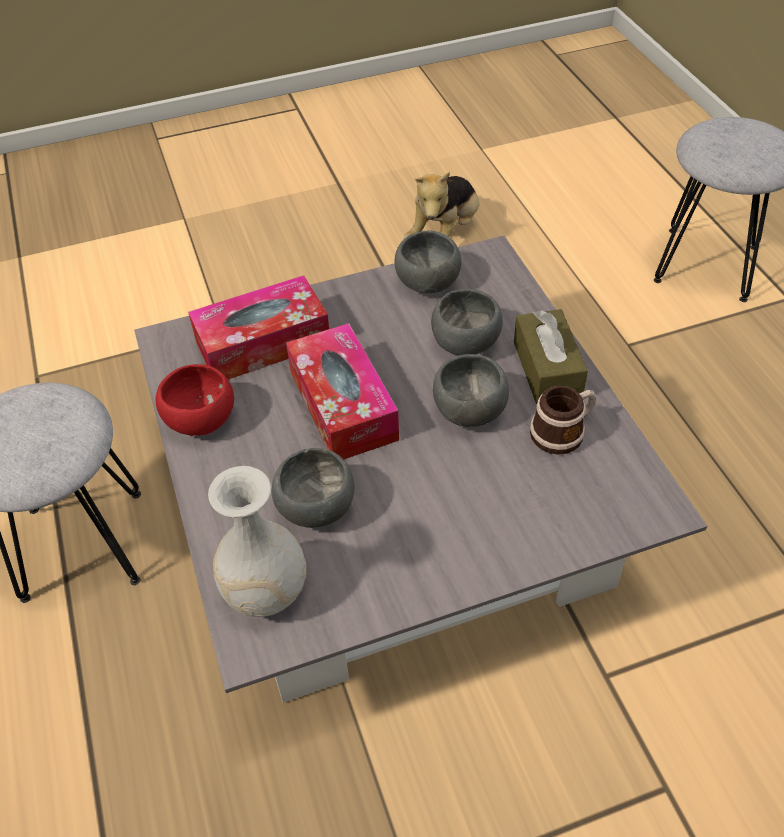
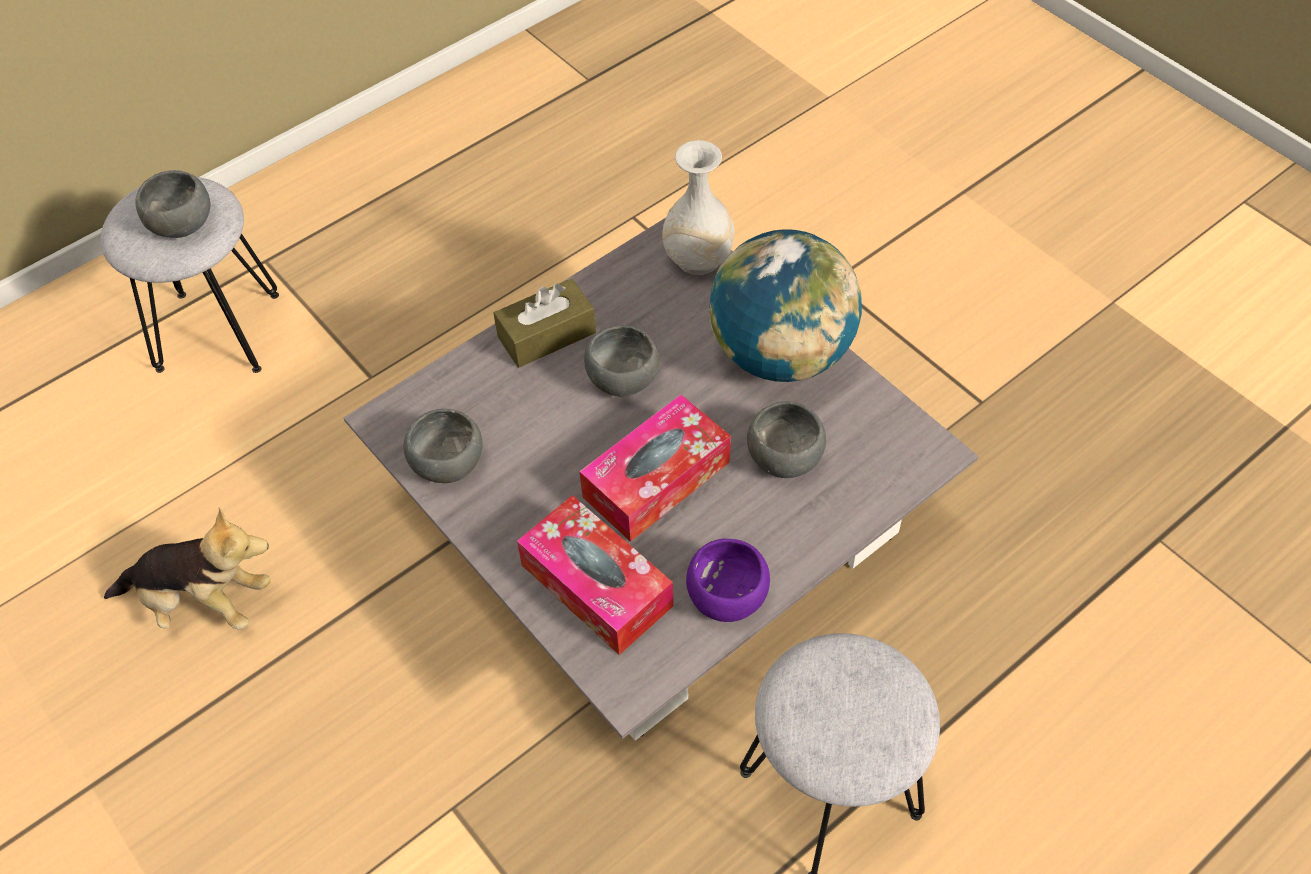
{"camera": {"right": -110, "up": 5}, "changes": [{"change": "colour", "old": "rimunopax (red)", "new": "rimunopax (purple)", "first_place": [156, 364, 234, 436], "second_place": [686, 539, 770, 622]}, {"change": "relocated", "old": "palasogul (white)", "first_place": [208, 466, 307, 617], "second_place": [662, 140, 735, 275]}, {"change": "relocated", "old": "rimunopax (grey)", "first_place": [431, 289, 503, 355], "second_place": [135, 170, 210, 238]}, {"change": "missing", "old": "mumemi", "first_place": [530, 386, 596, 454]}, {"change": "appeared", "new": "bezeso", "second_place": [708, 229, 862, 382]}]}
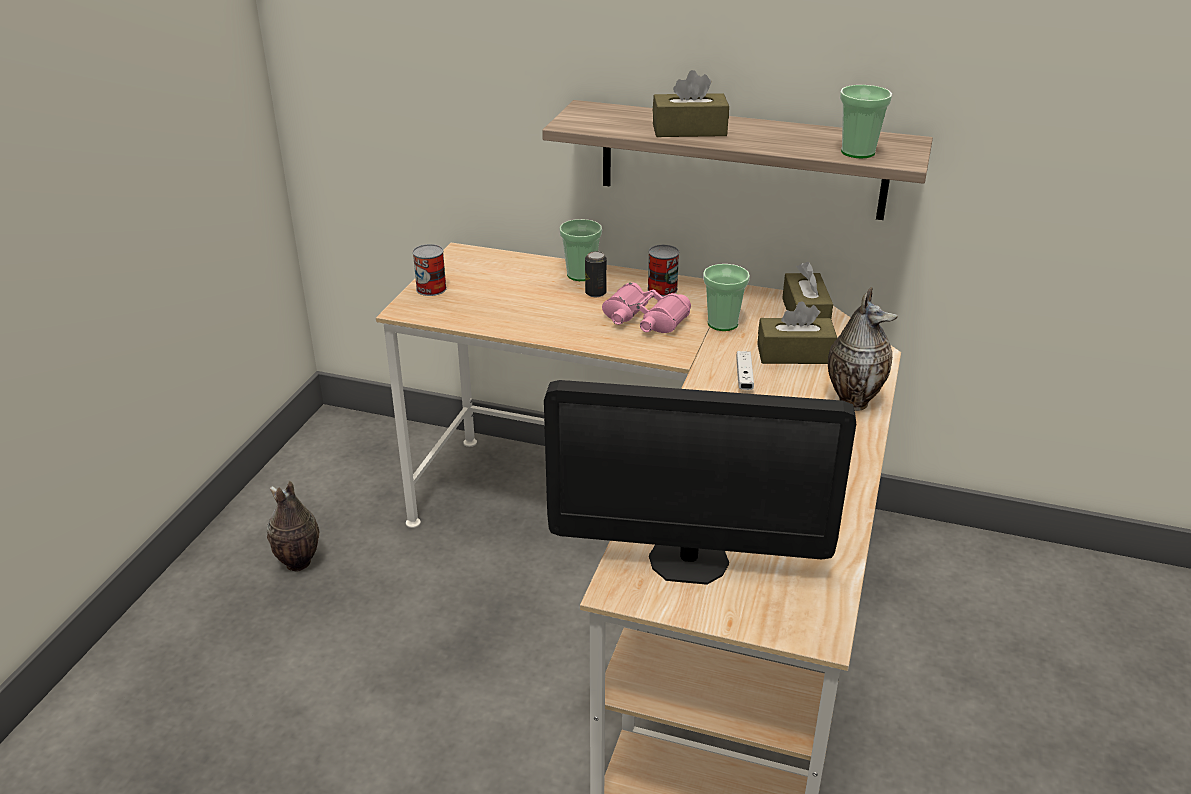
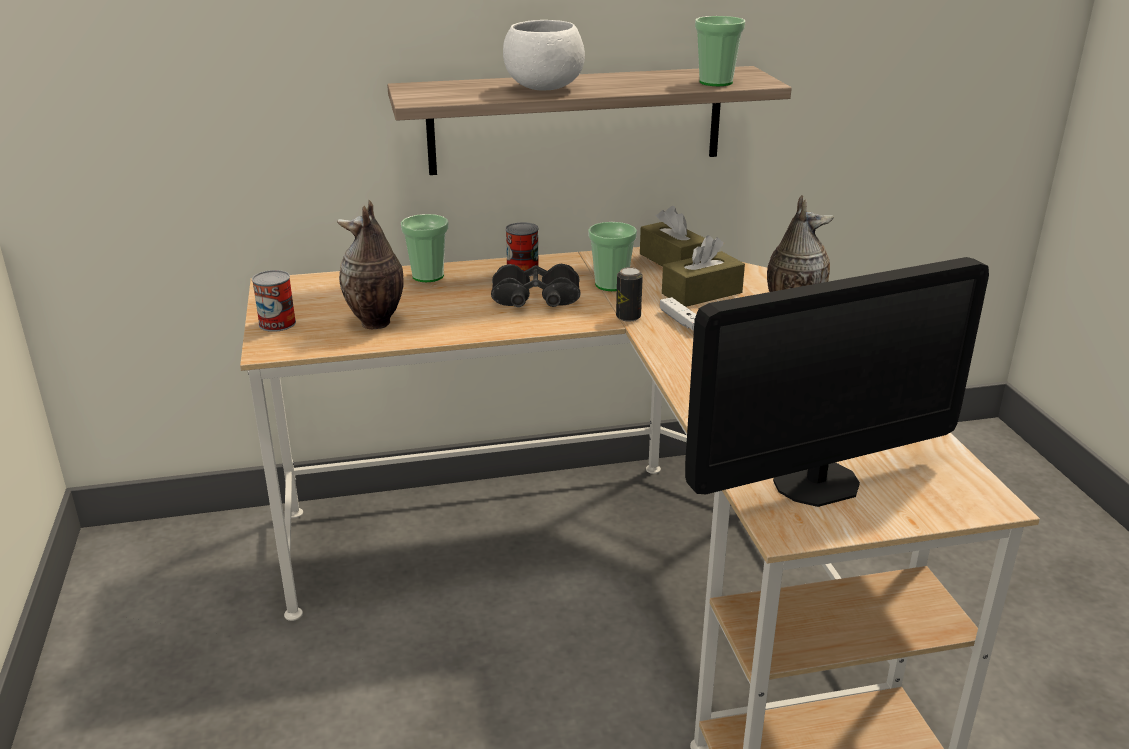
{"camera": {"right": -30, "up": -5}, "changes": [{"change": "relocated", "old": "palasogul", "first_place": [267, 481, 319, 572], "second_place": [337, 200, 404, 329]}, {"change": "relocated", "old": "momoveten", "first_place": [585, 251, 607, 297], "second_place": [616, 267, 643, 322]}, {"change": "colour", "old": "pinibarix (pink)", "new": "pinibarix (black)", "first_place": [602, 282, 691, 333], "second_place": [491, 264, 581, 307]}, {"change": "exchanged", "old": "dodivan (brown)", "new": "rimunopax (white)", "first_place": [653, 70, 729, 137], "second_place": [503, 20, 585, 91]}]}
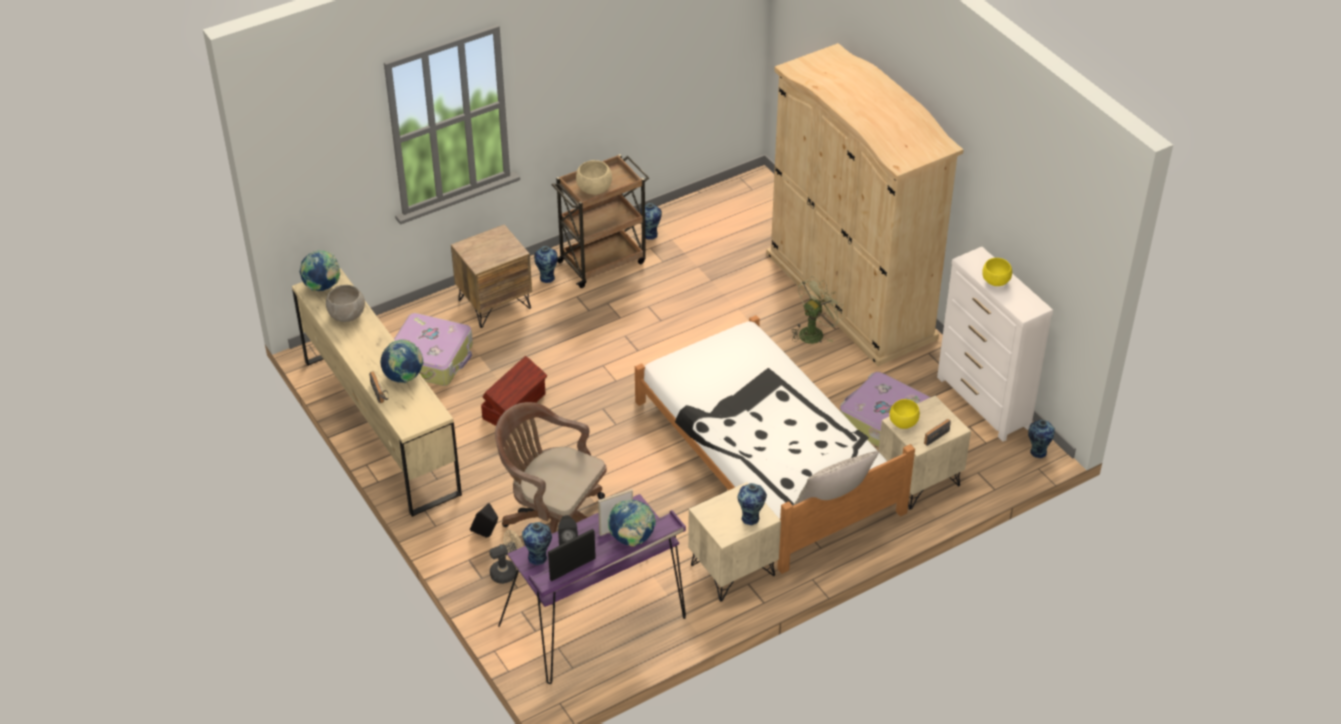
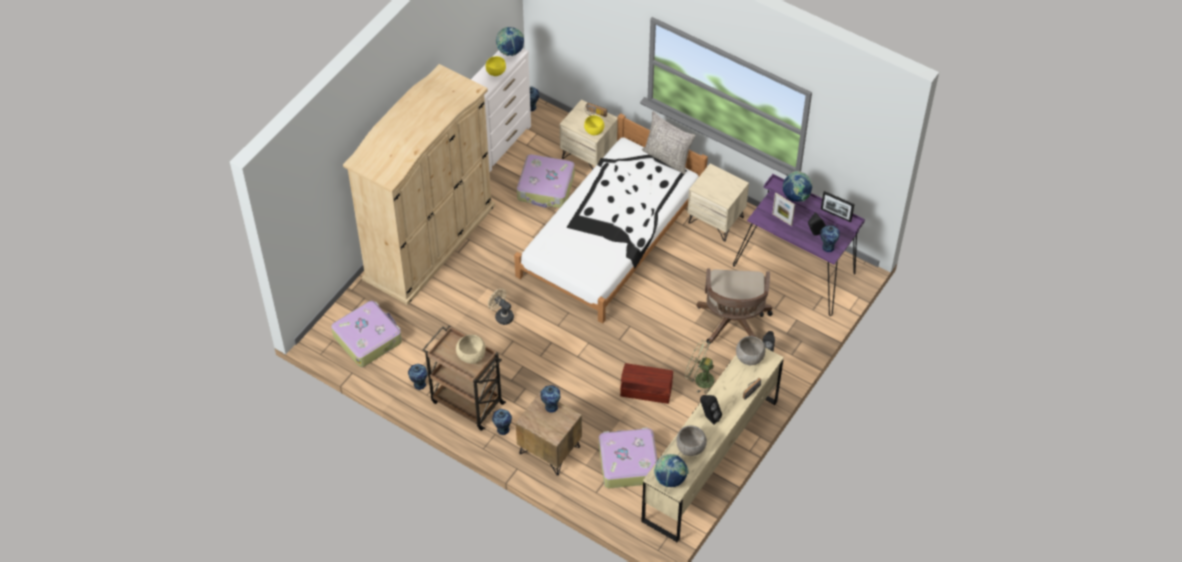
{"camera": {"right": -115, "up": 10}, "changes": [{"change": "relocated", "old": "bezeso", "first_place": [380, 339, 423, 384], "second_place": [496, 27, 524, 56]}, {"change": "relocated", "old": "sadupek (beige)", "first_place": [489, 530, 523, 584], "second_place": [488, 288, 514, 325]}, {"change": "relocated", "old": "palasogul", "first_place": [738, 483, 767, 525], "second_place": [540, 385, 560, 413]}, {"change": "relocated", "old": "sadupek (green)", "first_place": [792, 276, 844, 344], "second_place": [685, 340, 715, 393]}, {"change": "appeared", "new": "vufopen", "second_place": [331, 301, 402, 367]}, {"change": "appeared", "new": "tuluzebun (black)", "second_place": [700, 395, 722, 425]}, {"change": "appeared", "new": "rimunopax (grey)", "second_place": [736, 336, 766, 365]}]}
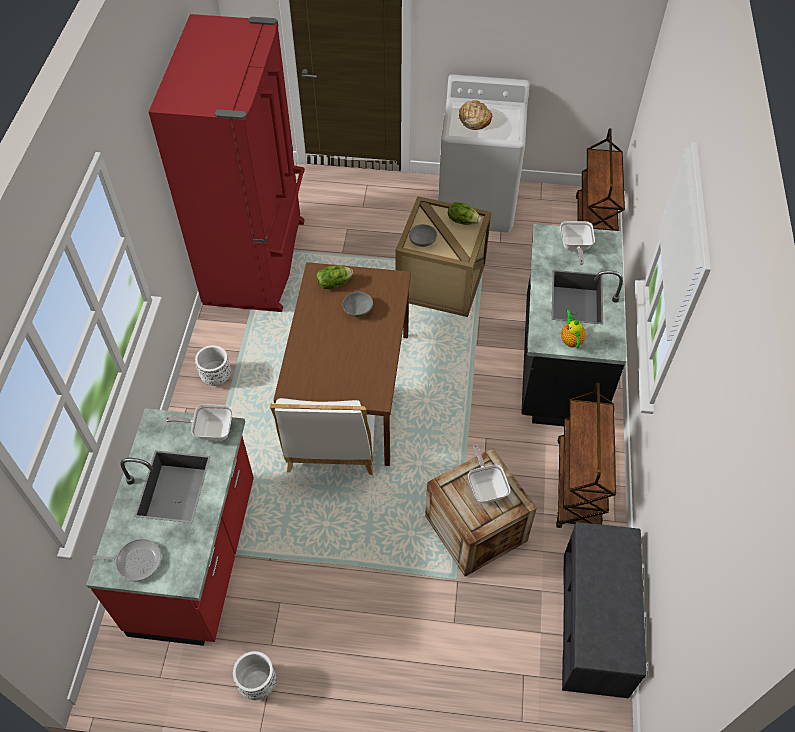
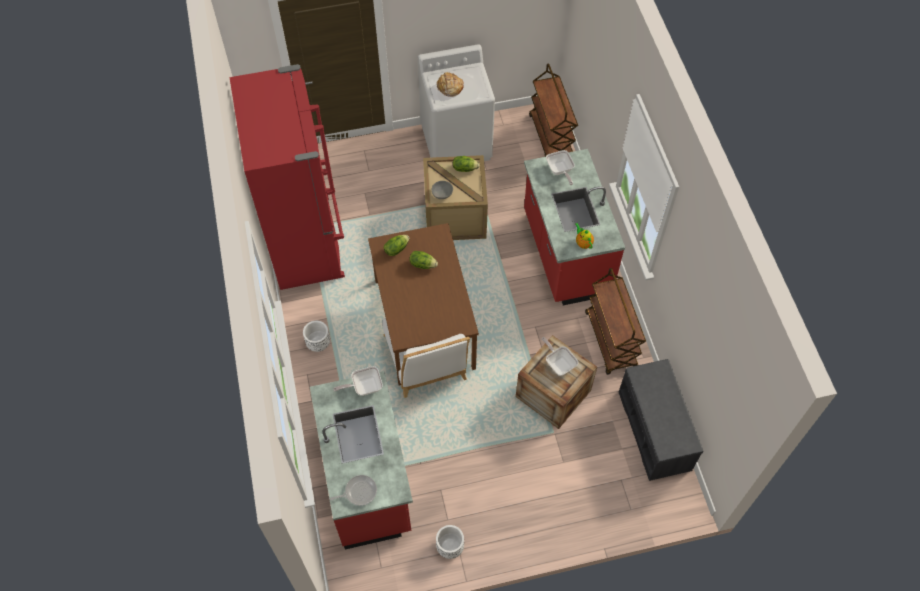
{"camera": {"right": -20, "up": 5}, "changes": [{"change": "exchanged", "old": "rimunopax (grey)", "new": "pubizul", "first_place": [343, 292, 373, 317], "second_place": [409, 251, 438, 269]}, {"change": "colour", "old": "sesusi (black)", "new": "sesusi (red)", "first_place": [521, 224, 626, 426], "second_place": [524, 149, 625, 305]}]}
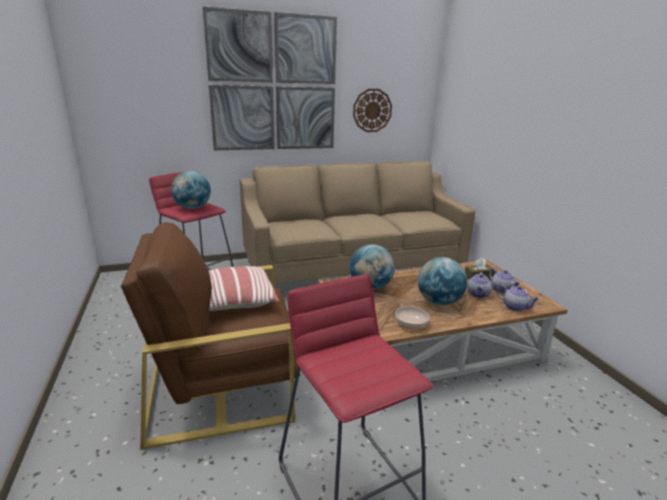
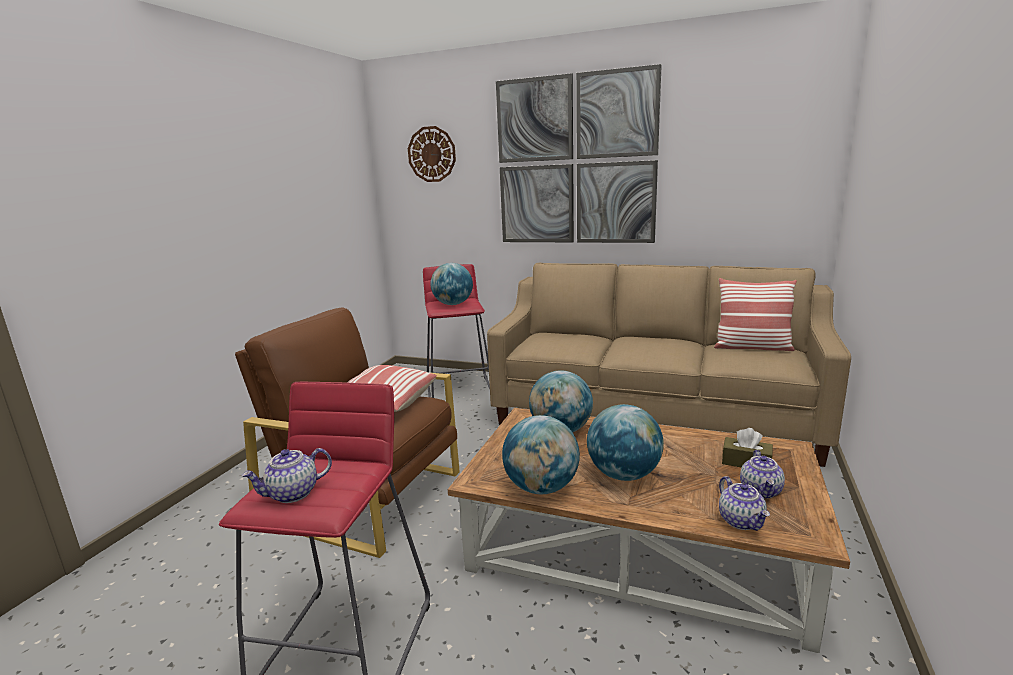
{"camera": {"right": 40, "up": -5}, "changes": [{"change": "relocated", "old": "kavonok", "first_place": [353, 89, 392, 132], "second_place": [408, 126, 456, 182]}, {"change": "exchanged", "old": "rimunopax", "new": "bezeso", "first_place": [395, 306, 430, 329], "second_place": [502, 415, 580, 495]}, {"change": "relocated", "old": "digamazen", "first_place": [467, 272, 492, 298], "second_place": [242, 448, 332, 503]}, {"change": "appeared", "new": "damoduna", "second_place": [714, 278, 797, 351]}]}
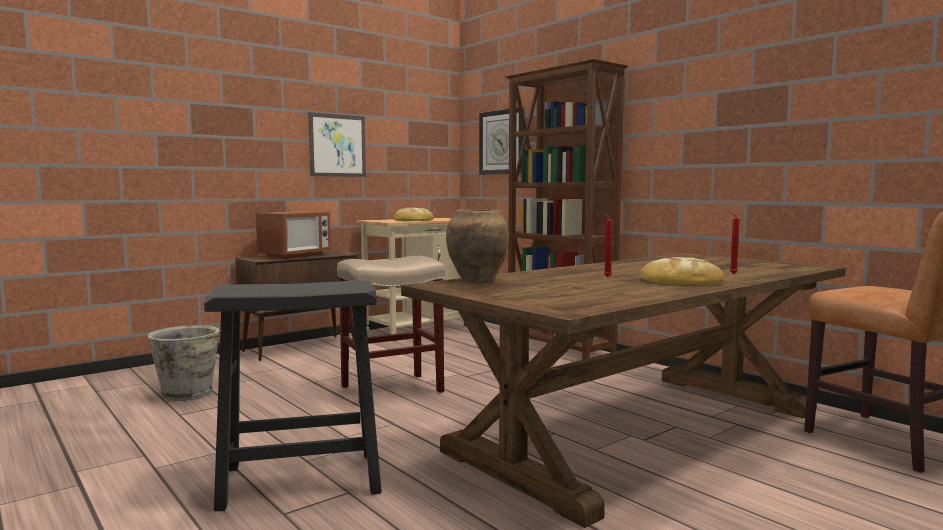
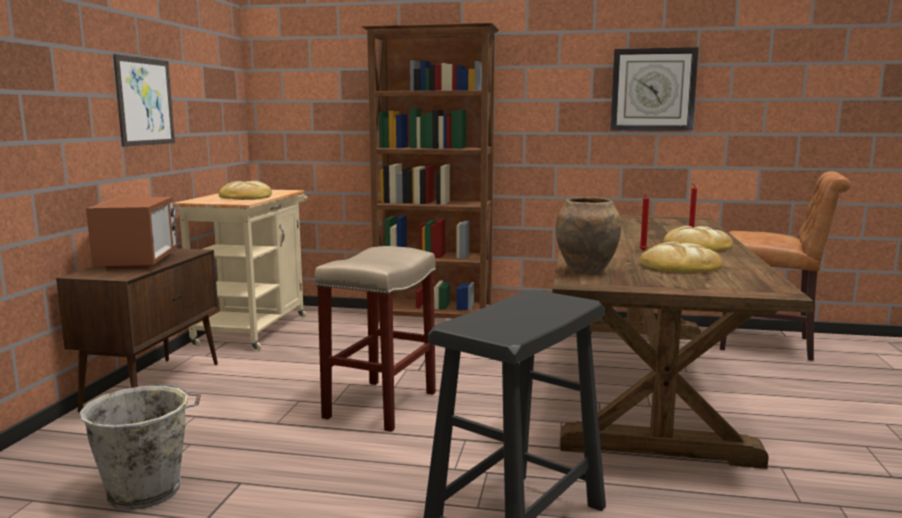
{"camera": {"right": -40, "up": 5}, "changes": [{"change": "relocated", "old": "kavonok", "first_place": [479, 107, 525, 175], "second_place": [611, 47, 699, 131]}, {"change": "appeared", "new": "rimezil", "second_place": [640, 242, 722, 273]}]}
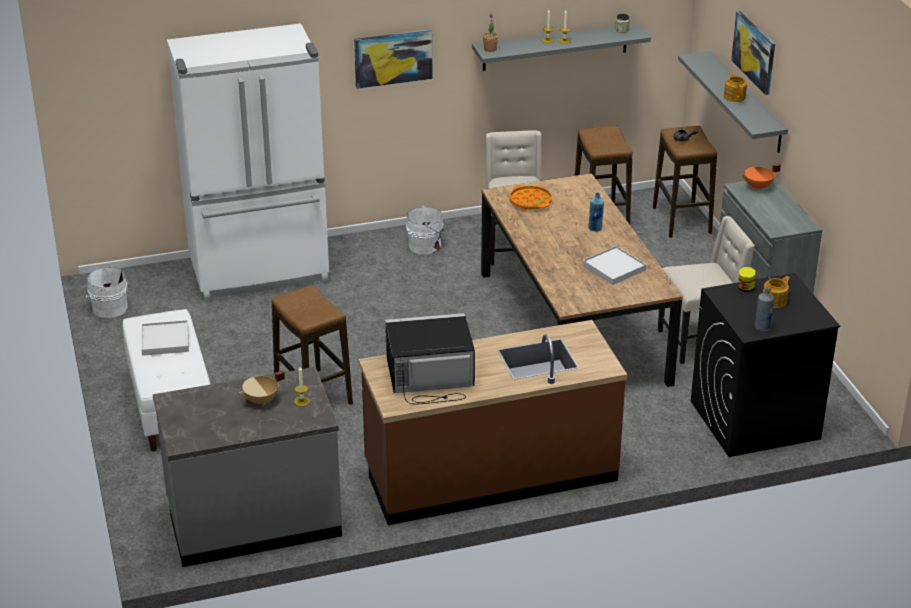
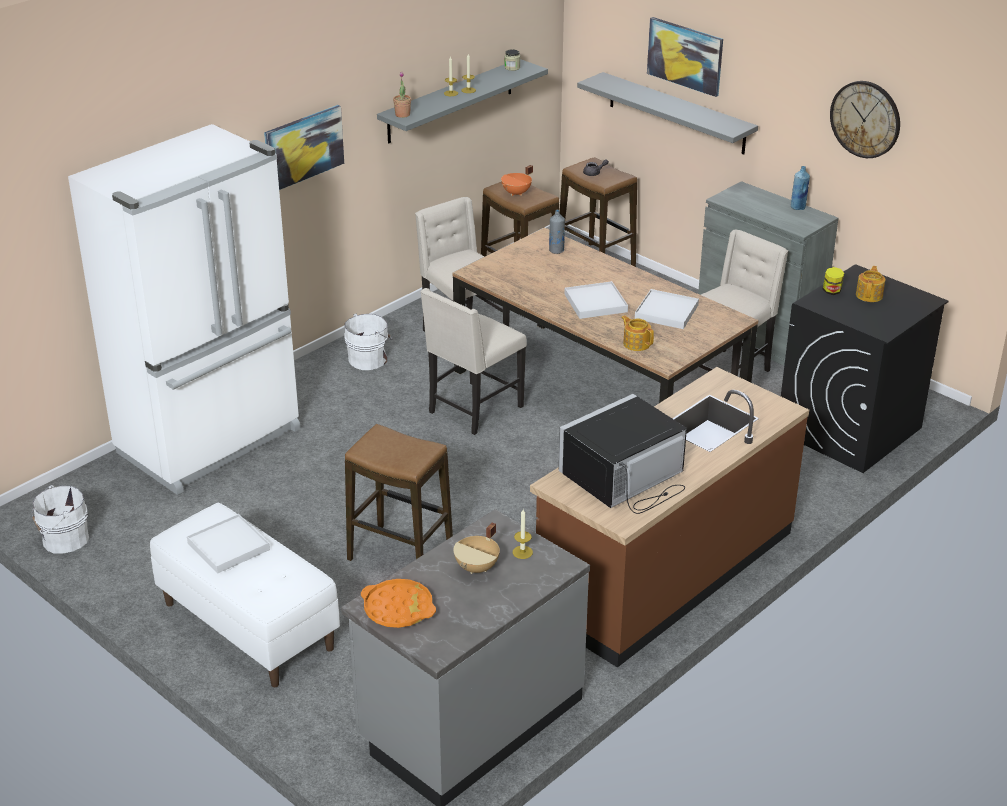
{"camera": {"right": -30, "up": 0}, "changes": [{"change": "relocated", "old": "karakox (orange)", "first_place": [510, 185, 552, 210], "second_place": [361, 579, 436, 628]}, {"change": "relocated", "old": "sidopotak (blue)", "first_place": [588, 193, 604, 232], "second_place": [791, 166, 810, 210]}, {"change": "relocated", "old": "digamazen", "first_place": [724, 73, 747, 102], "second_place": [621, 315, 654, 351]}, {"change": "relocated", "old": "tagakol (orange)", "first_place": [742, 164, 781, 191], "second_place": [501, 165, 533, 196]}, {"change": "relocated", "old": "sidopotak (grey)", "first_place": [755, 288, 774, 332], "second_place": [549, 210, 565, 254]}, {"change": "appeared", "new": "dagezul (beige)", "second_place": [420, 288, 527, 435]}, {"change": "appeared", "new": "karakox (white)", "second_place": [564, 281, 628, 319]}, {"change": "appeared", "new": "kavonok", "second_place": [830, 81, 900, 158]}]}
